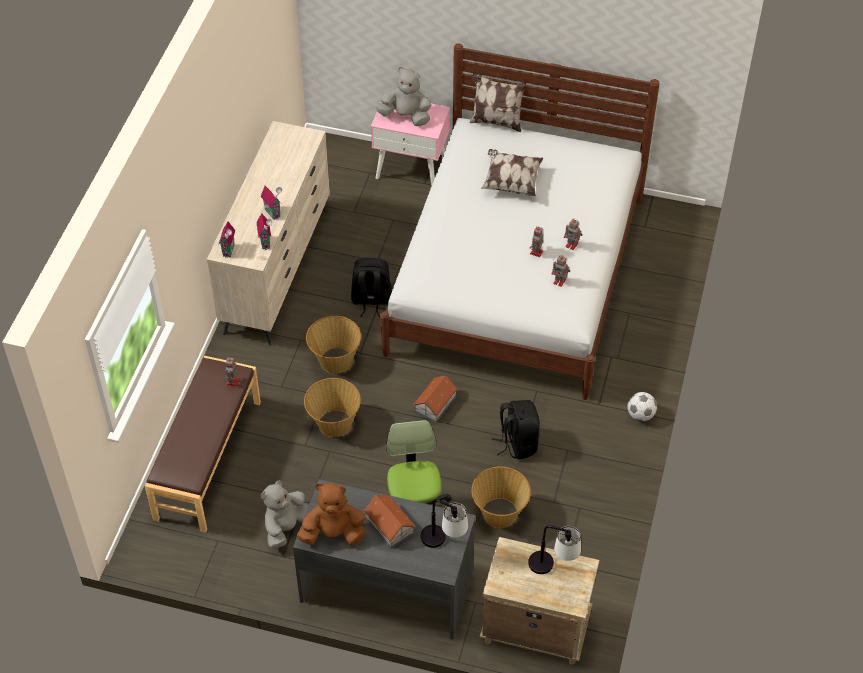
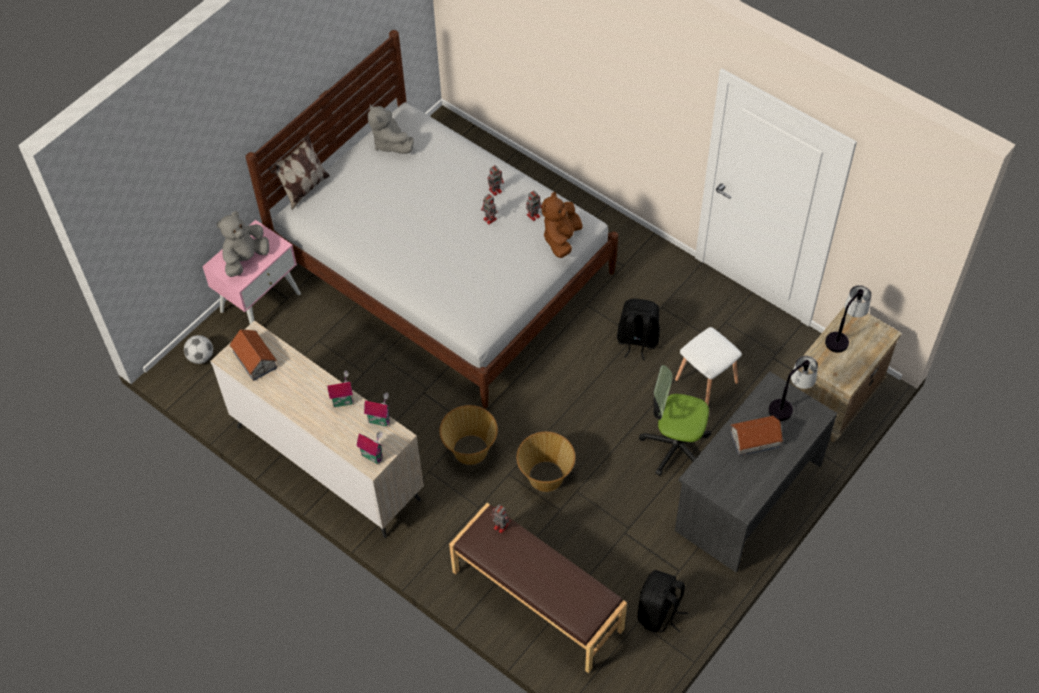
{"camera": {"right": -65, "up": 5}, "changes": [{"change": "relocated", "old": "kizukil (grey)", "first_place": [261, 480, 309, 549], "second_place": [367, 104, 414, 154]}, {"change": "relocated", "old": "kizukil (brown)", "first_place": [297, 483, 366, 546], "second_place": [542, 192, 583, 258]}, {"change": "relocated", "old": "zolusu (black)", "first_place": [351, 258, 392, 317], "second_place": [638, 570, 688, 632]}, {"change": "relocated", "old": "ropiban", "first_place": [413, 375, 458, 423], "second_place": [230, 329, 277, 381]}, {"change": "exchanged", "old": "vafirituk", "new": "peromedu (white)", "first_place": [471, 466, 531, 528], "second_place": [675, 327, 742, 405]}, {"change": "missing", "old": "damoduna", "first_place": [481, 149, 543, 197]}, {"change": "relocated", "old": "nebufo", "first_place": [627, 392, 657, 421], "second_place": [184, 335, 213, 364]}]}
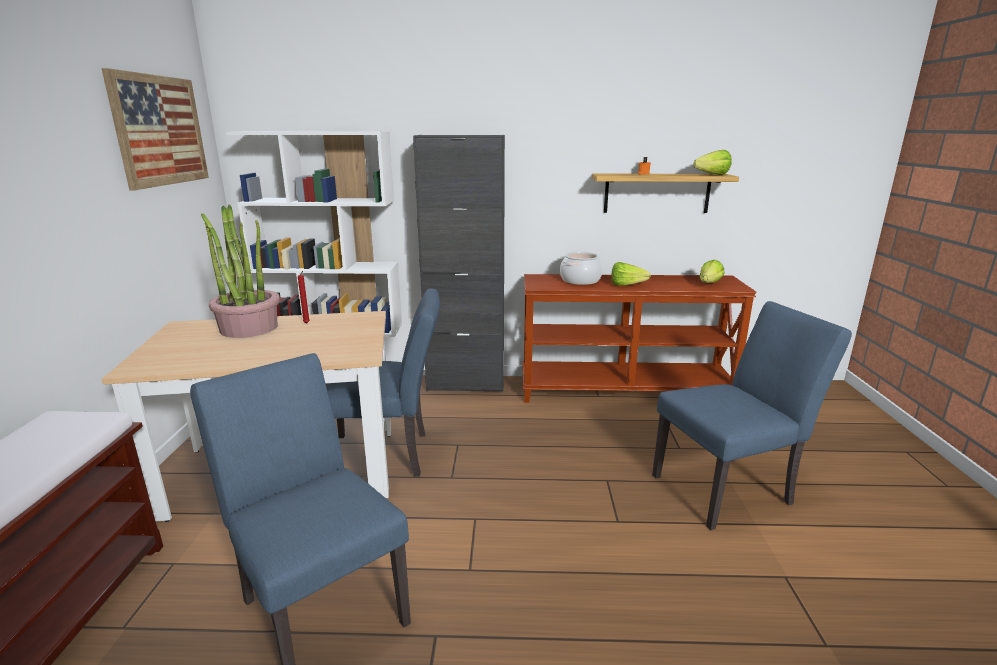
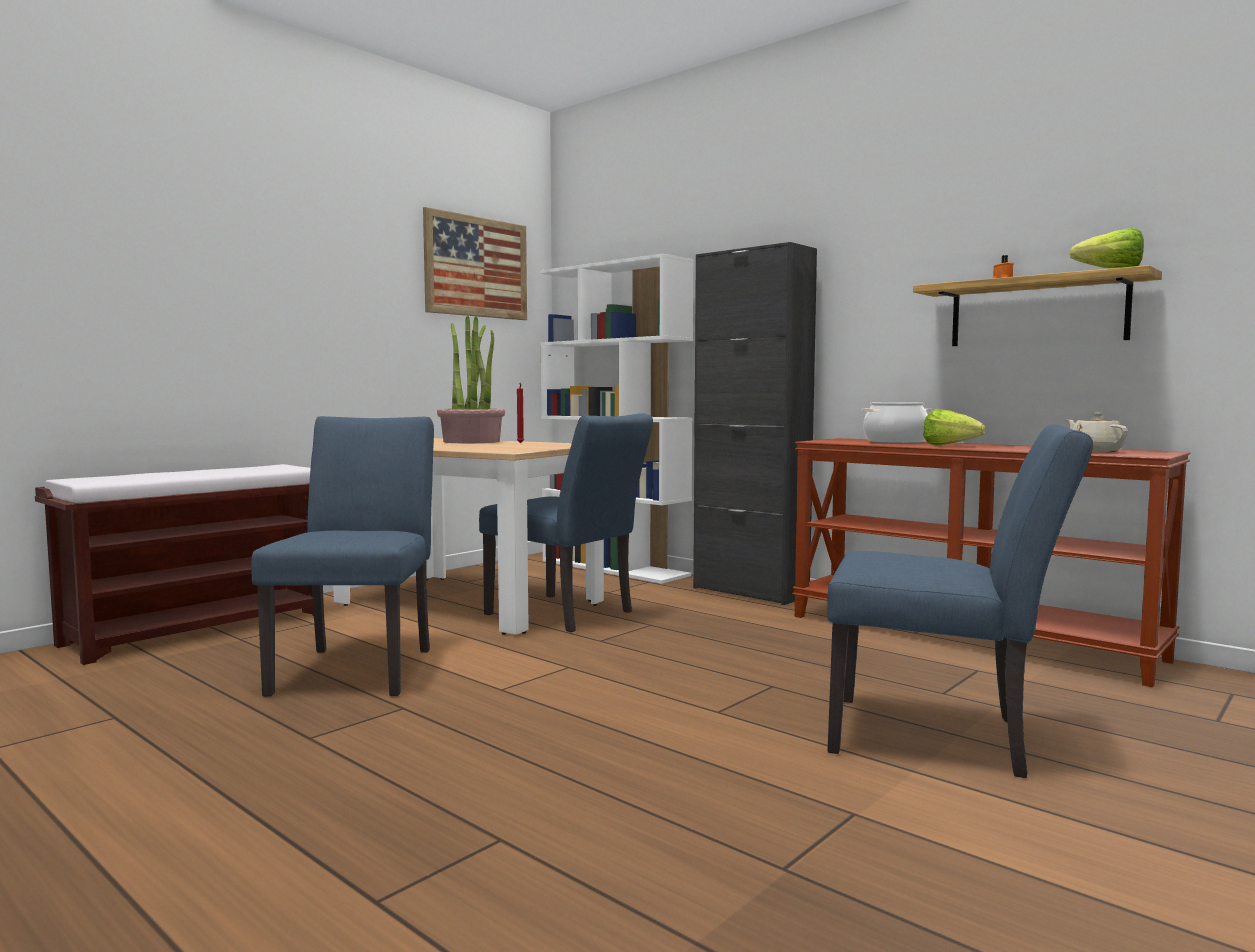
{"camera": {"right": 40, "up": -15}, "changes": [{"change": "exchanged", "old": "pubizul", "new": "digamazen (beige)", "first_place": [699, 260, 724, 283], "second_place": [1067, 413, 1128, 452]}]}
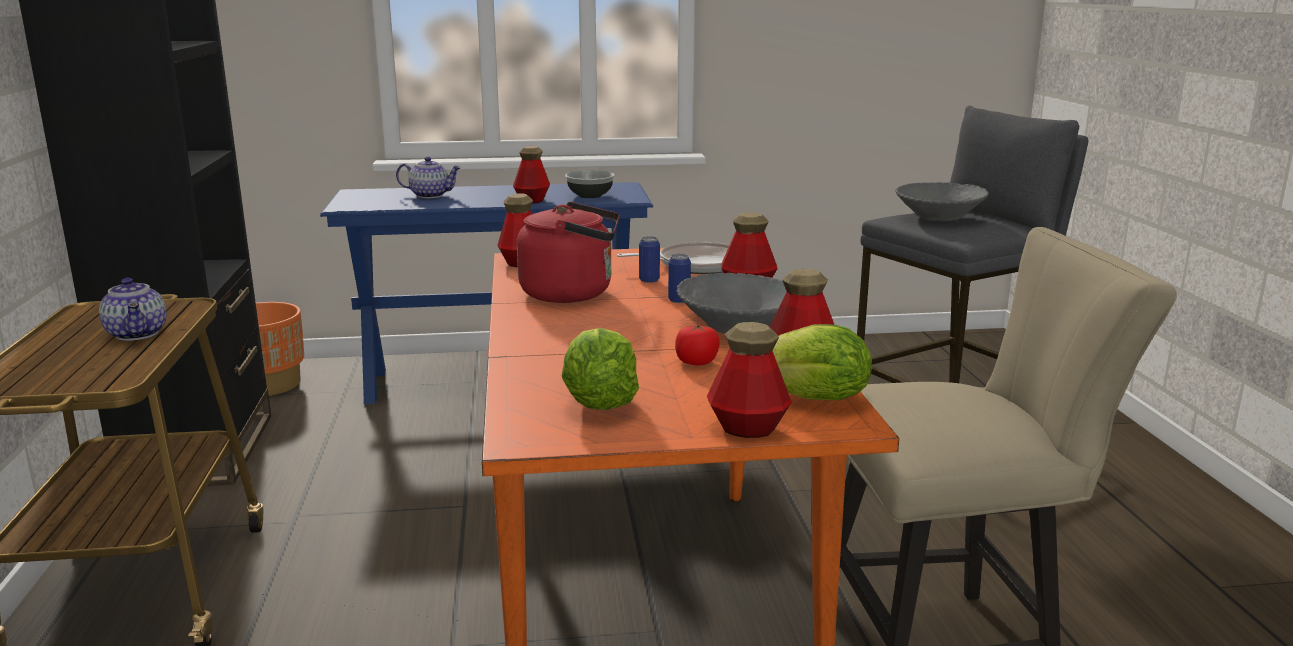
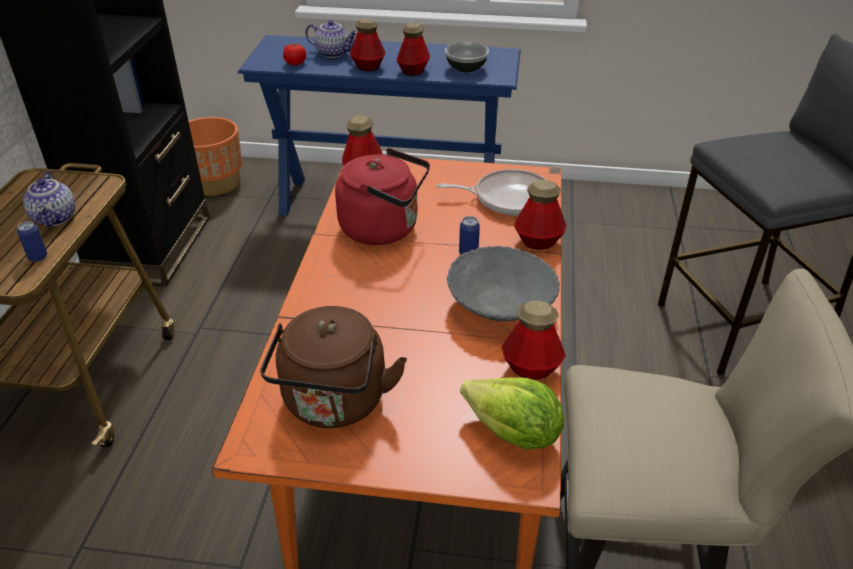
{"camera": {"right": 15, "up": 20}, "changes": [{"change": "exchanged", "old": "pubizul", "new": "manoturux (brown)", "first_place": [562, 328, 639, 410], "second_place": [260, 306, 407, 428]}, {"change": "relocated", "old": "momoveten", "first_place": [639, 236, 660, 283], "second_place": [17, 221, 47, 262]}, {"change": "relocated", "old": "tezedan", "first_place": [675, 324, 720, 366], "second_place": [283, 43, 306, 65]}, {"change": "relocated", "old": "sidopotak", "first_place": [707, 322, 792, 438], "second_place": [350, 18, 386, 71]}, {"change": "missing", "old": "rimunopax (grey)", "first_place": [895, 182, 989, 221]}]}
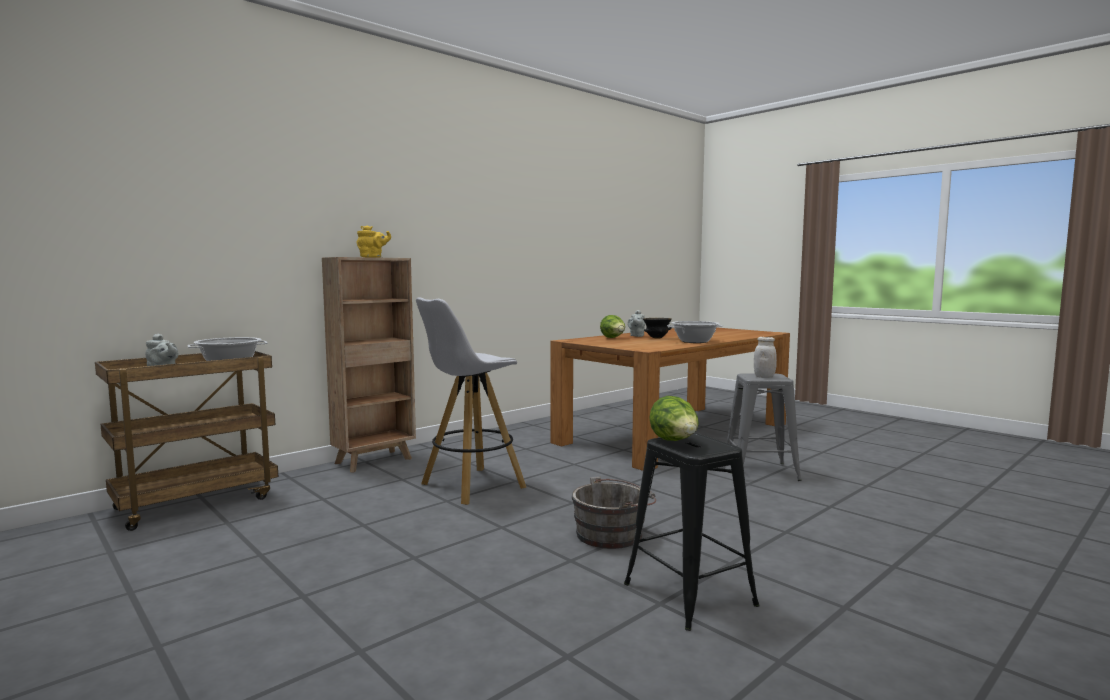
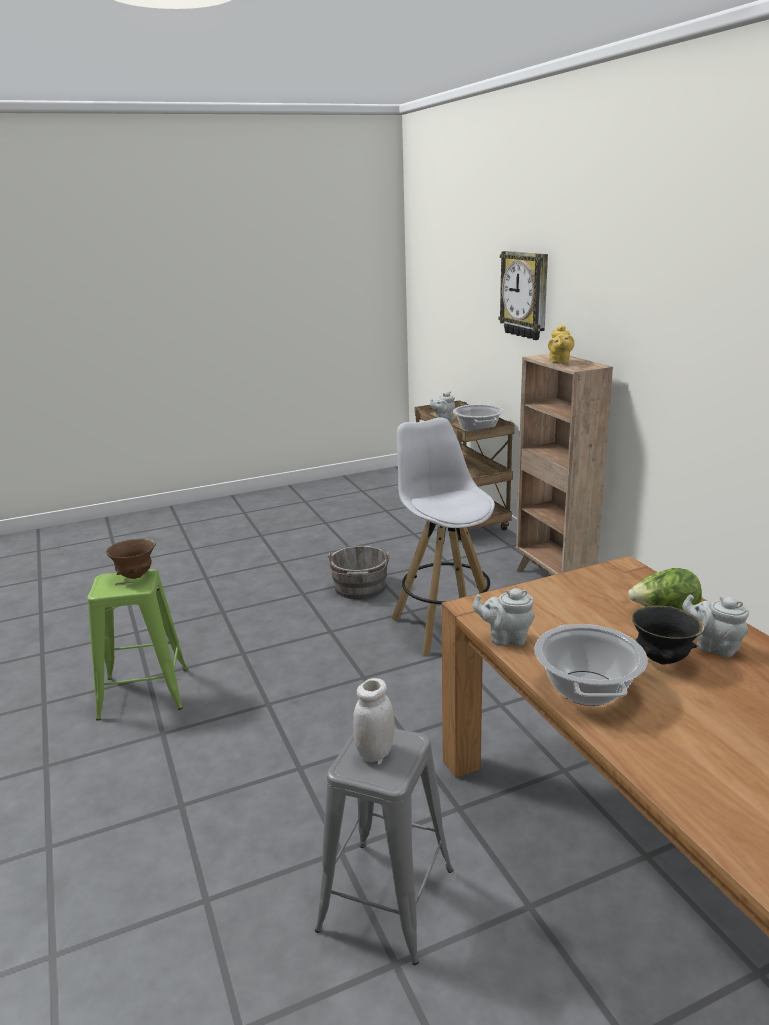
{"camera": {"right": 110, "up": 15}, "changes": [{"change": "relocated", "old": "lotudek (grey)", "first_place": [572, 477, 656, 549], "second_place": [327, 546, 390, 599]}, {"change": "colour", "old": "peromedu (black)", "new": "peromedu (green)", "first_place": [624, 433, 760, 631], "second_place": [87, 569, 188, 720]}, {"change": "exchanged", "old": "pubizul", "new": "rimunopax (brown)", "first_place": [649, 396, 699, 441], "second_place": [106, 539, 156, 579]}, {"change": "appeared", "new": "digamazen (grey)", "second_place": [472, 588, 535, 646]}, {"change": "appeared", "new": "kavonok", "second_place": [498, 251, 548, 340]}]}
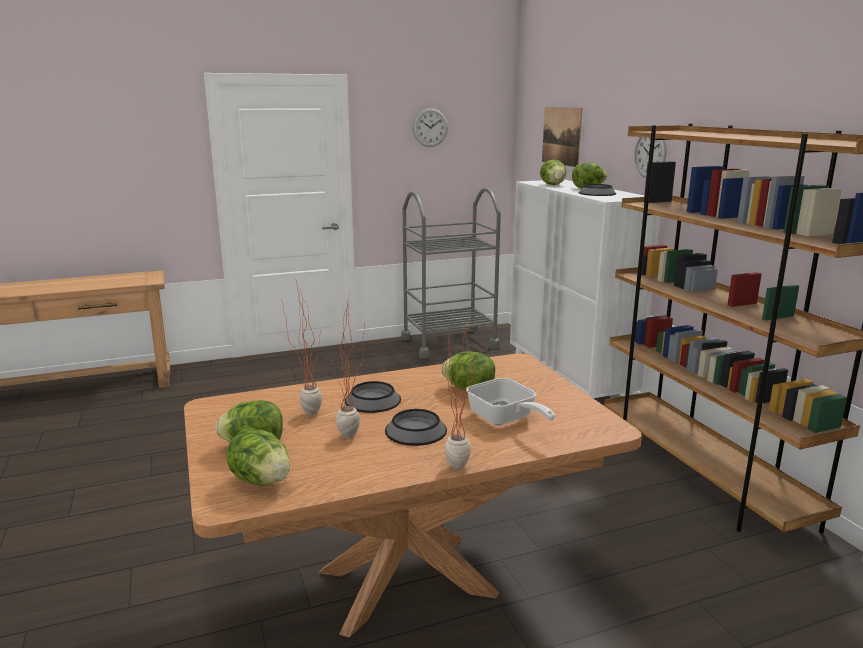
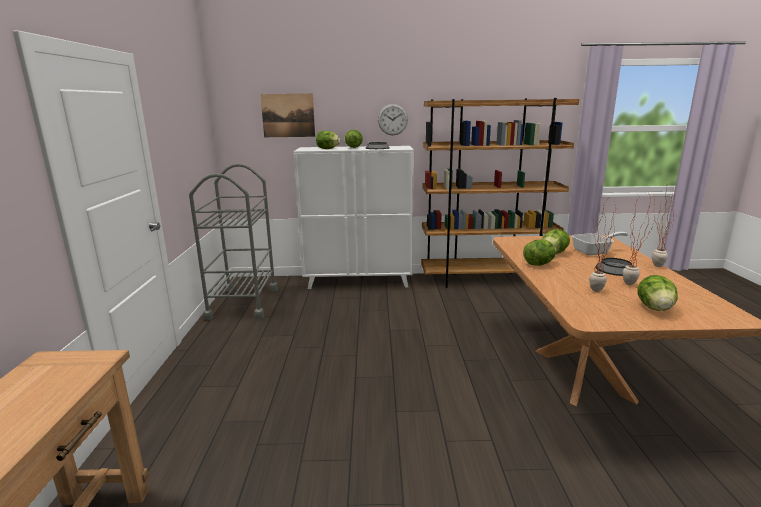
{"camera": {"right": -70, "up": 0}, "changes": [{"change": "relocated", "old": "pubizul", "first_place": [226, 428, 290, 485], "second_place": [523, 240, 557, 266]}, {"change": "missing", "old": "rimunopax", "first_place": [345, 381, 401, 413]}, {"change": "missing", "old": "kavonok", "first_place": [413, 108, 448, 147]}]}
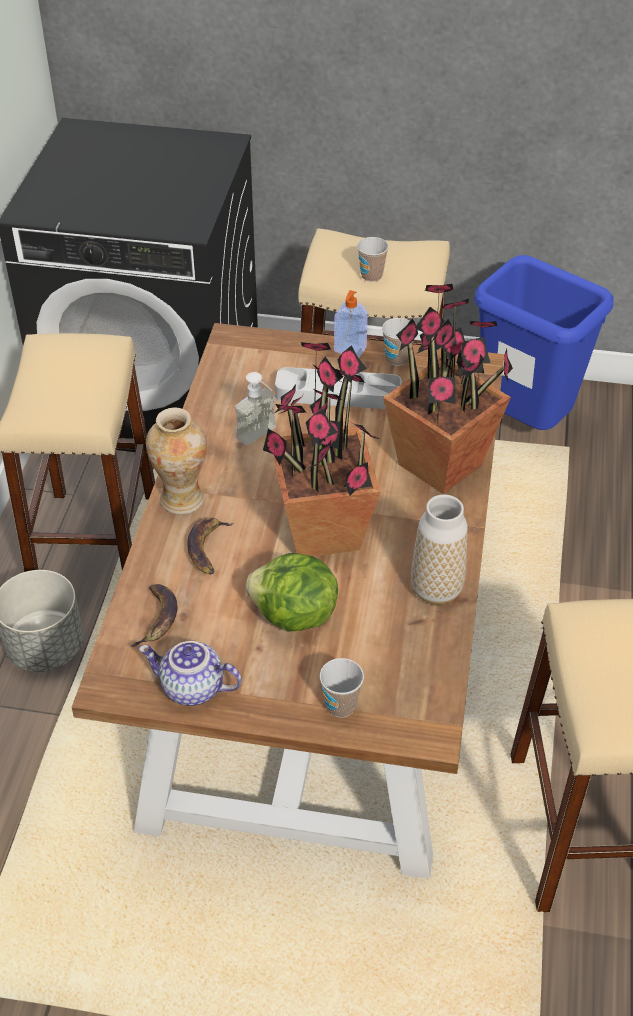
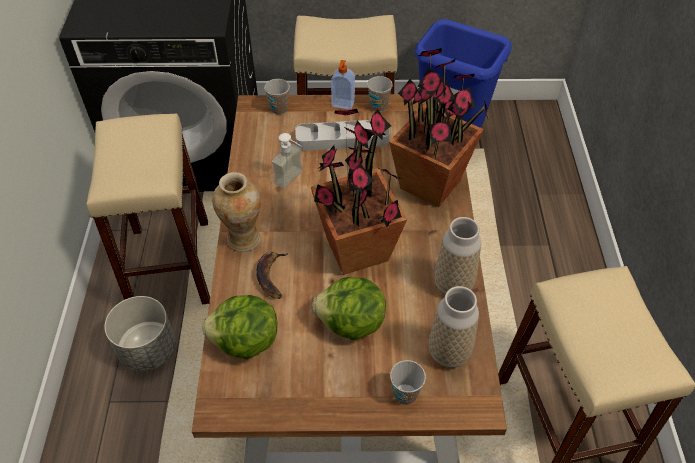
{"camera": {"right": -10, "up": 5}, "changes": [{"change": "exchanged", "old": "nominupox", "new": "pubizul", "first_place": [131, 584, 177, 647], "second_place": [202, 295, 278, 359]}, {"change": "missing", "old": "digamazen", "first_place": [139, 641, 242, 706]}, {"change": "relocated", "old": "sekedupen", "first_place": [357, 237, 389, 282], "second_place": [264, 79, 290, 115]}, {"change": "appeared", "new": "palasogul", "second_place": [429, 286, 479, 368]}]}
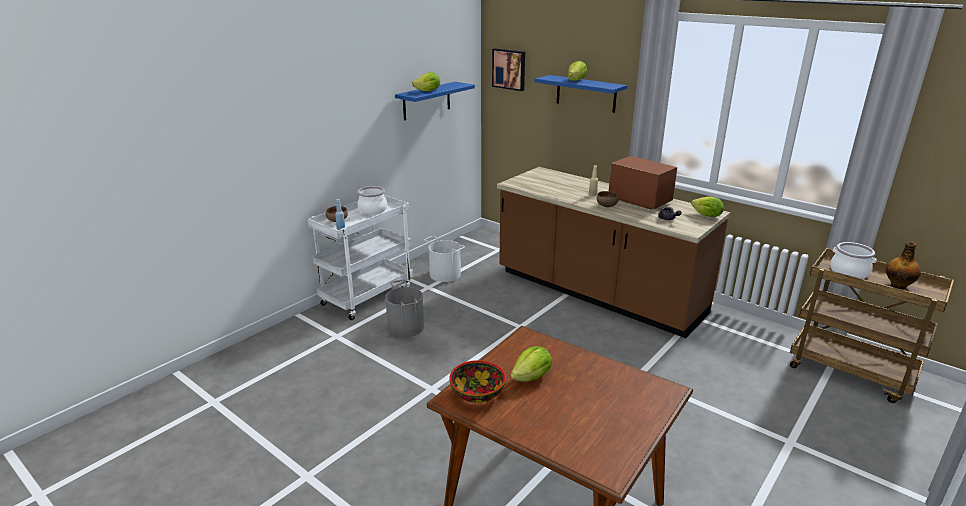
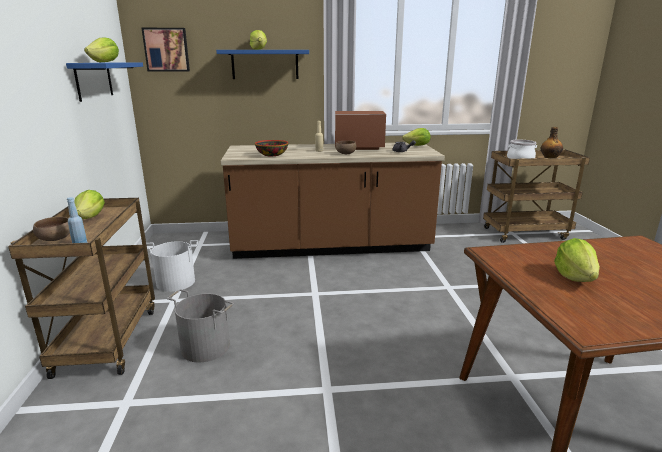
{"camera": {"right": -45, "up": -5}, "changes": [{"change": "colour", "old": "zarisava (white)", "new": "zarisava (brown)", "first_place": [307, 195, 413, 320], "second_place": [8, 198, 155, 379]}, {"change": "exchanged", "old": "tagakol", "new": "pubizul", "first_place": [357, 186, 387, 215], "second_place": [74, 190, 105, 219]}, {"change": "relocated", "old": "rimunopax", "first_place": [449, 360, 506, 403], "second_place": [255, 140, 288, 156]}]}
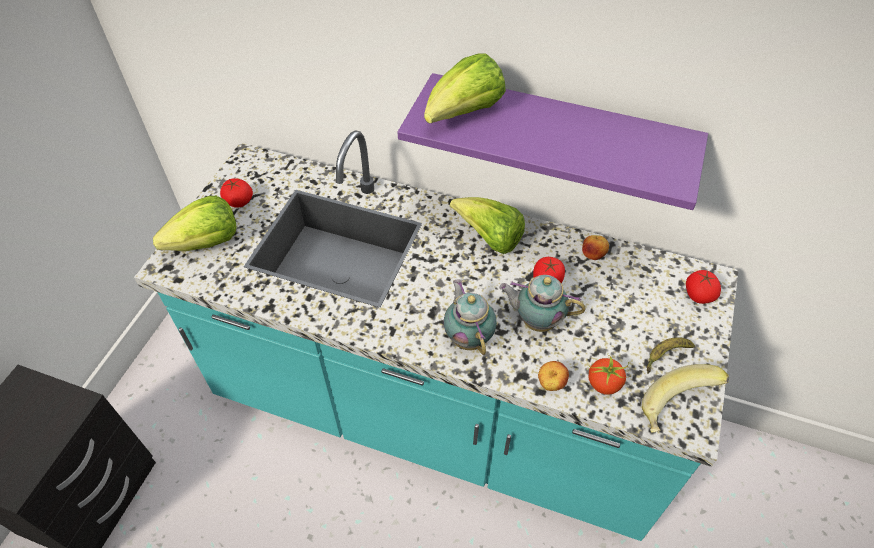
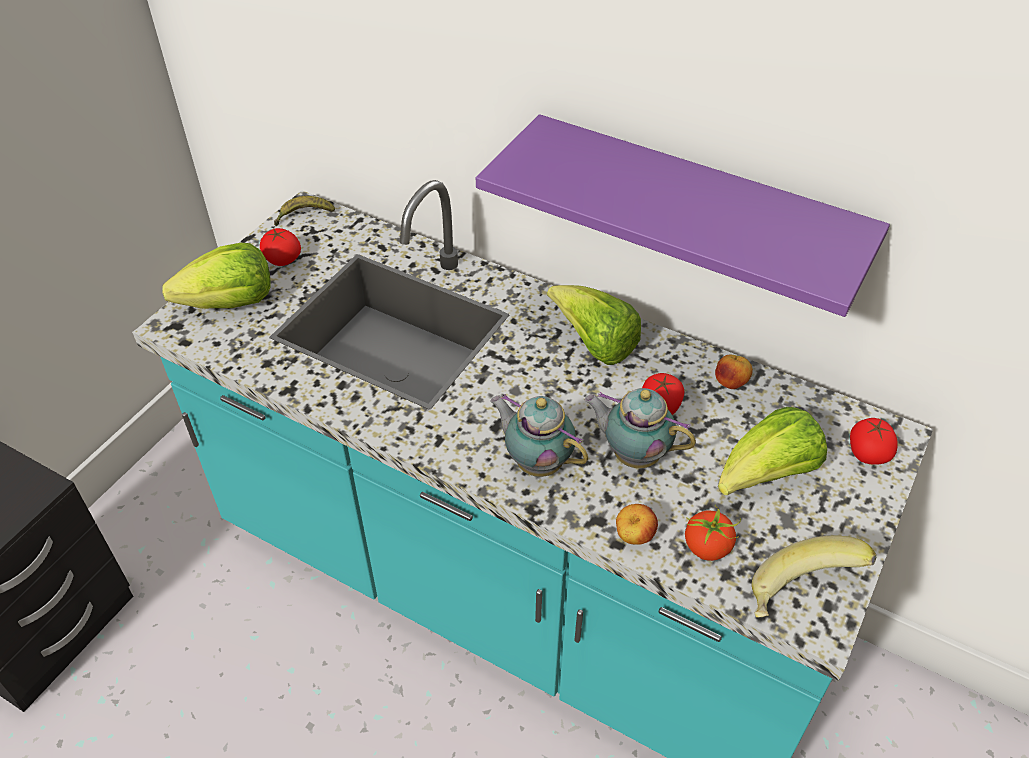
{"camera": {"right": 10, "up": -5}, "changes": [{"change": "relocated", "old": "pubizul", "first_place": [424, 54, 506, 124], "second_place": [718, 407, 827, 495]}, {"change": "spun", "old": "digamazen", "first_place": [444, 279, 497, 355], "second_place": [490, 394, 588, 477], "degrees": -45}, {"change": "relocated", "old": "nominupox", "first_place": [647, 337, 695, 373], "second_place": [274, 196, 335, 226]}]}
